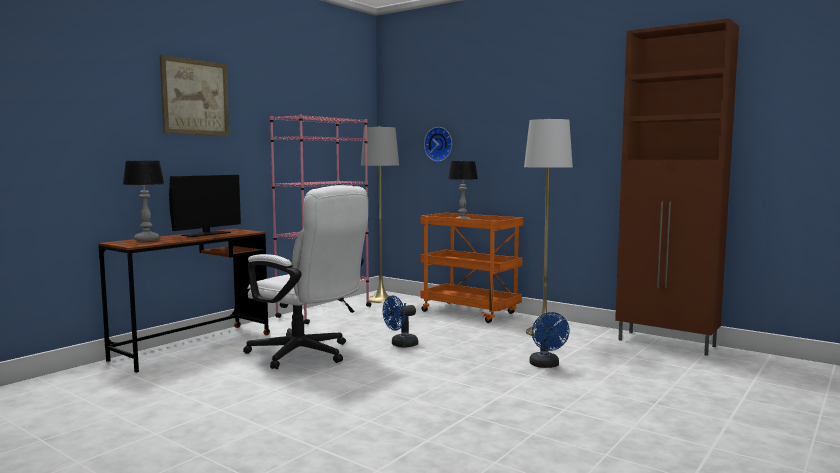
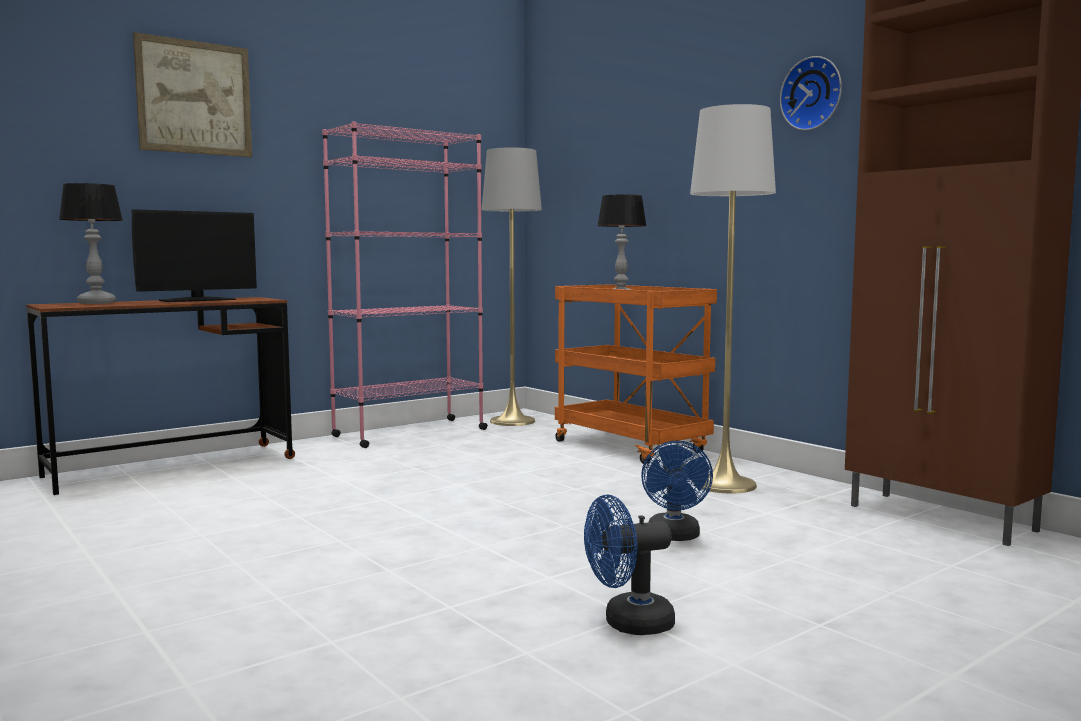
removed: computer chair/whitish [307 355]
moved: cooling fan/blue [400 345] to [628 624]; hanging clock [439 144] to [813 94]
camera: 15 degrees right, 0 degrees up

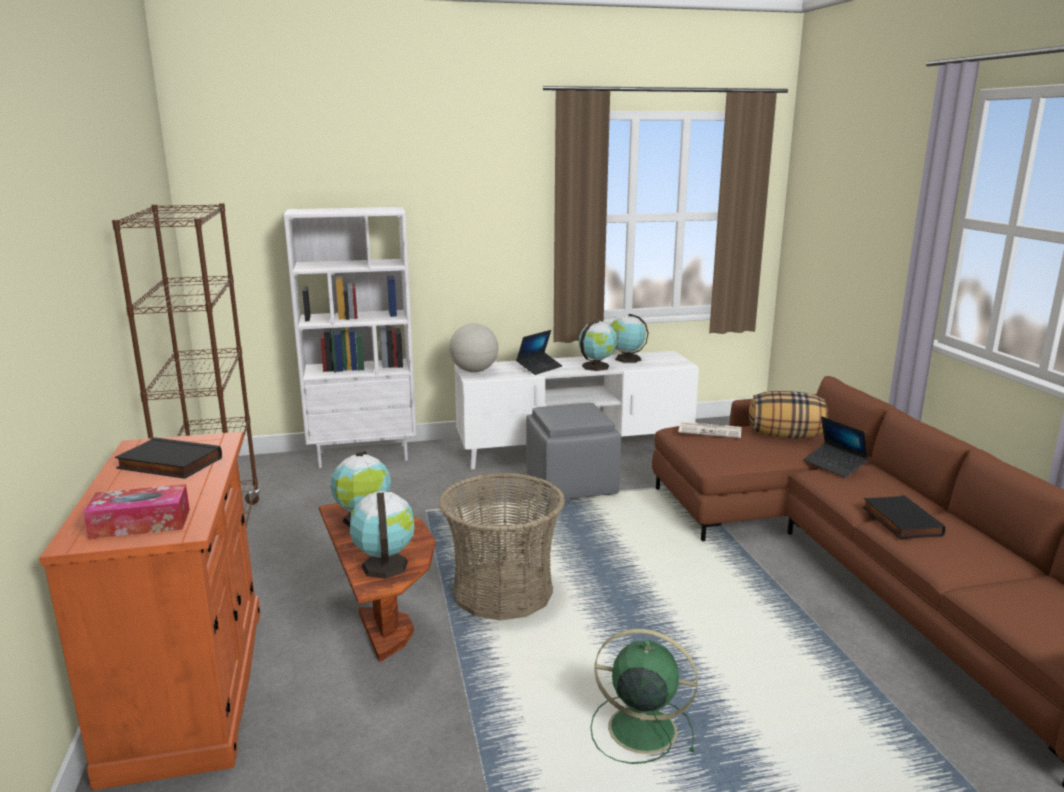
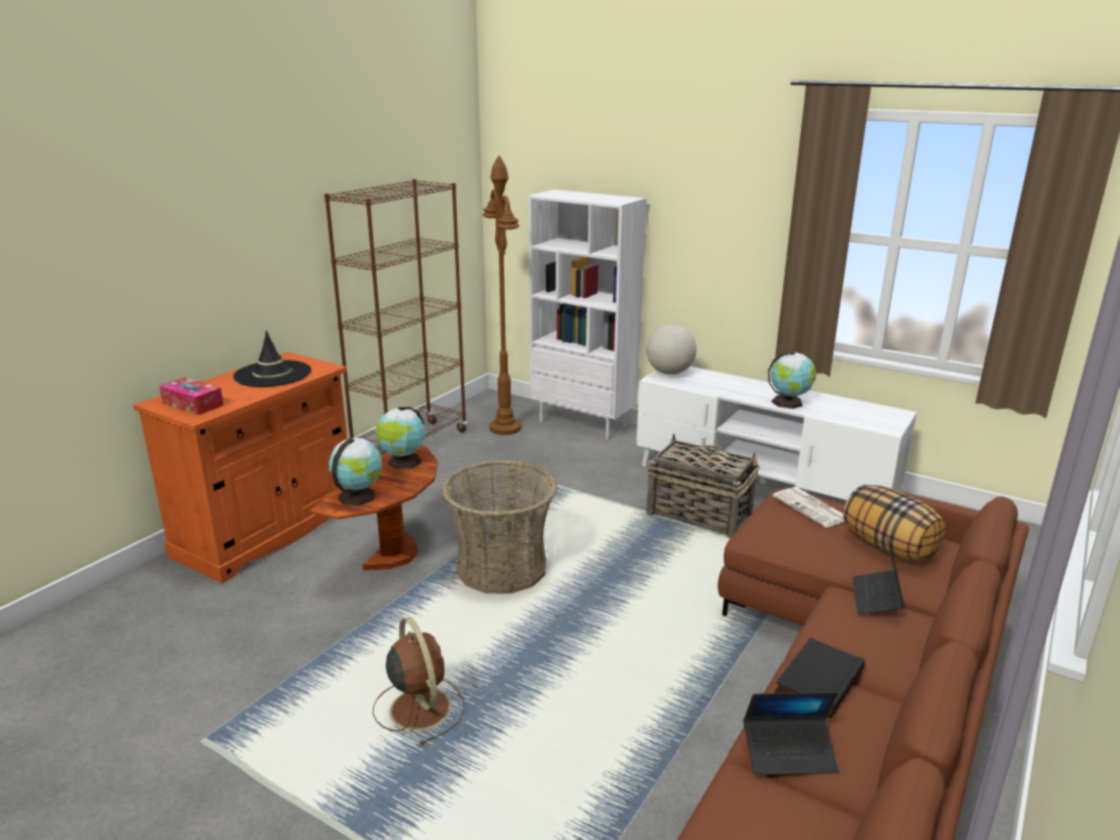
removed: world globe [626 359]
added: standard lamp/brown-coloured [505 428]
moved: laptop [539 368] to [789 753]
replaced: volume/black-coloured [168 464] to clothing hat/black-coloured [272 374]; footrest/gray [570 485] to storage basket [698 513]
recoloured: cooling fan/green-coloured [639 728] to cooling fan/brown-coloured [419 707]
camera: 45 degrees right, 5 degrees up

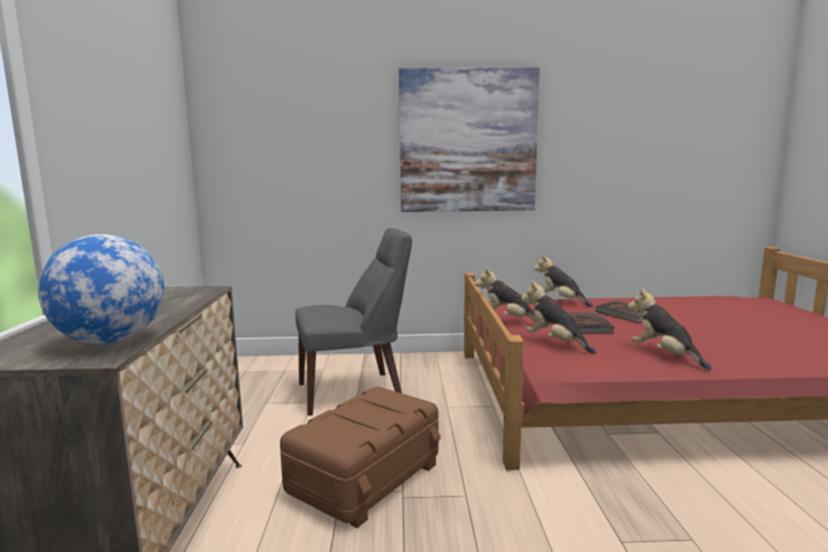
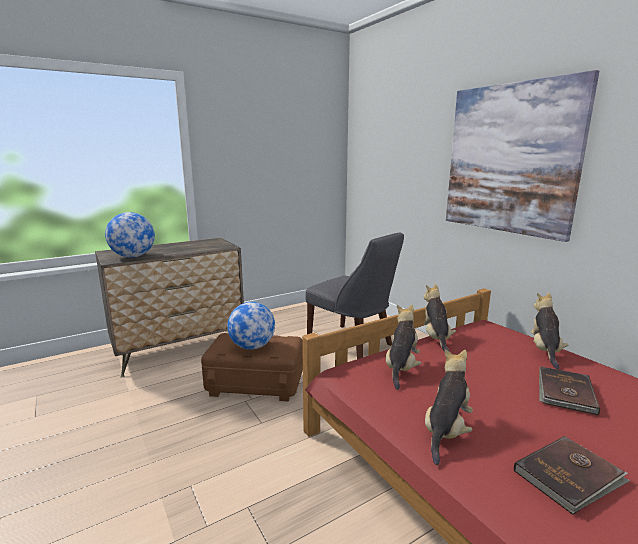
added: world globe [252 347]
moved: volume/brown-coloured [586 325] to [569 476]
camera: 60 degrees right, 5 degrees up

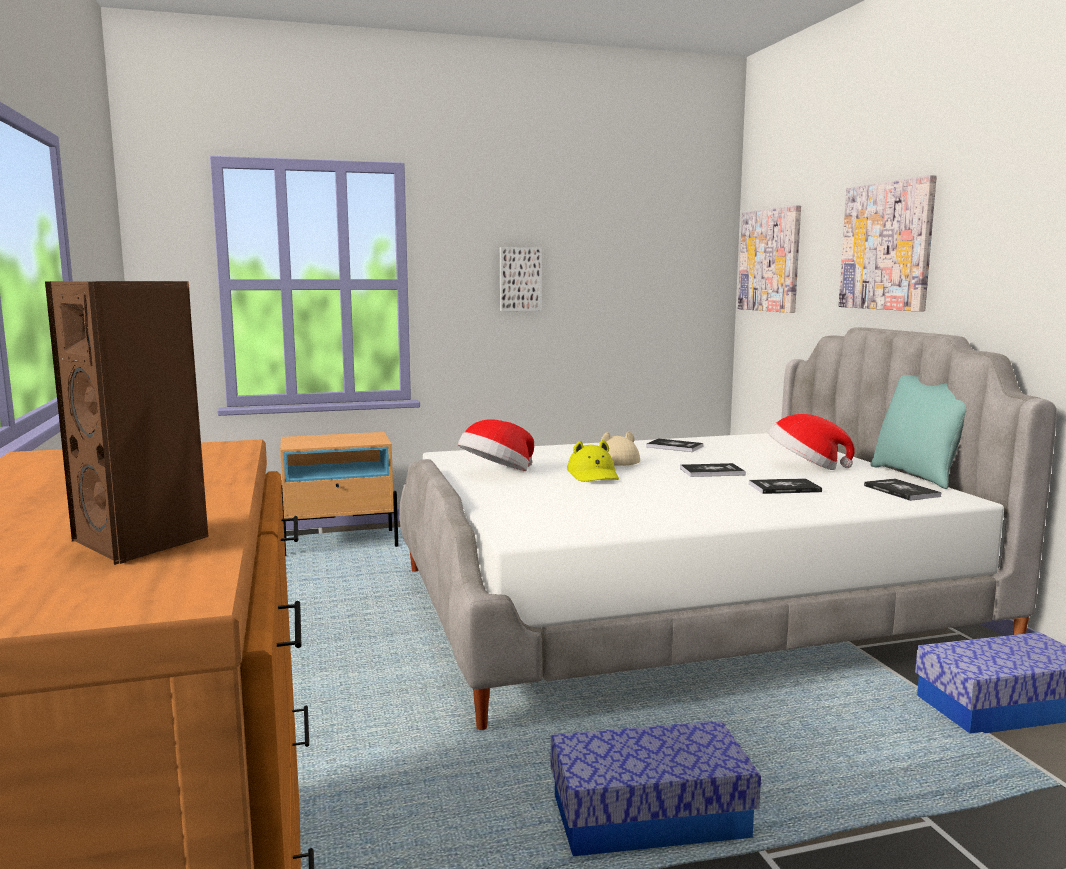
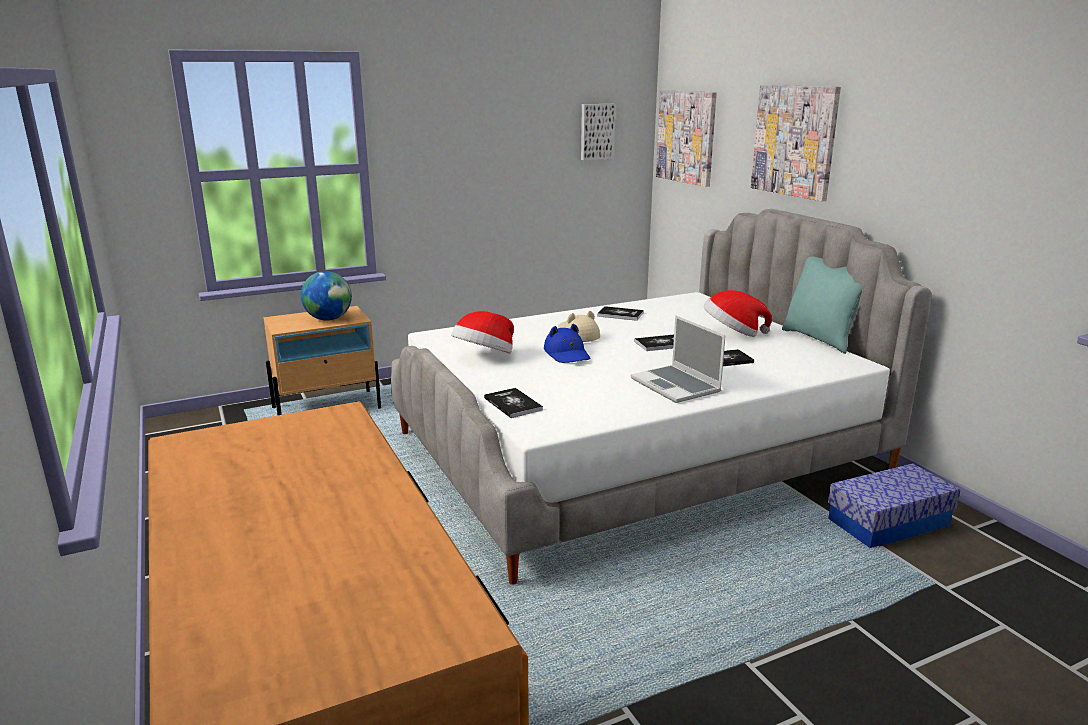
removed: speaker/brown-coloured [143 541]; storage box [649 818]
added: world globe [328 319]; laptop [677 386]
moved: wall art [519 279] to [596 131]; volume [901 491] to [513 404]
recoloured: clothing hat/yellow-coloured [594 475] to clothing hat/blue [567 354]
camera: 10 degrees left, 10 degrees up

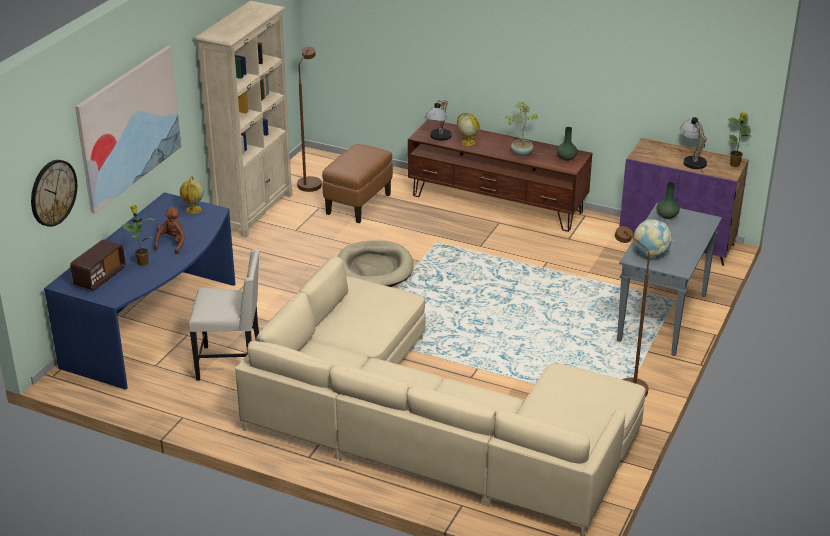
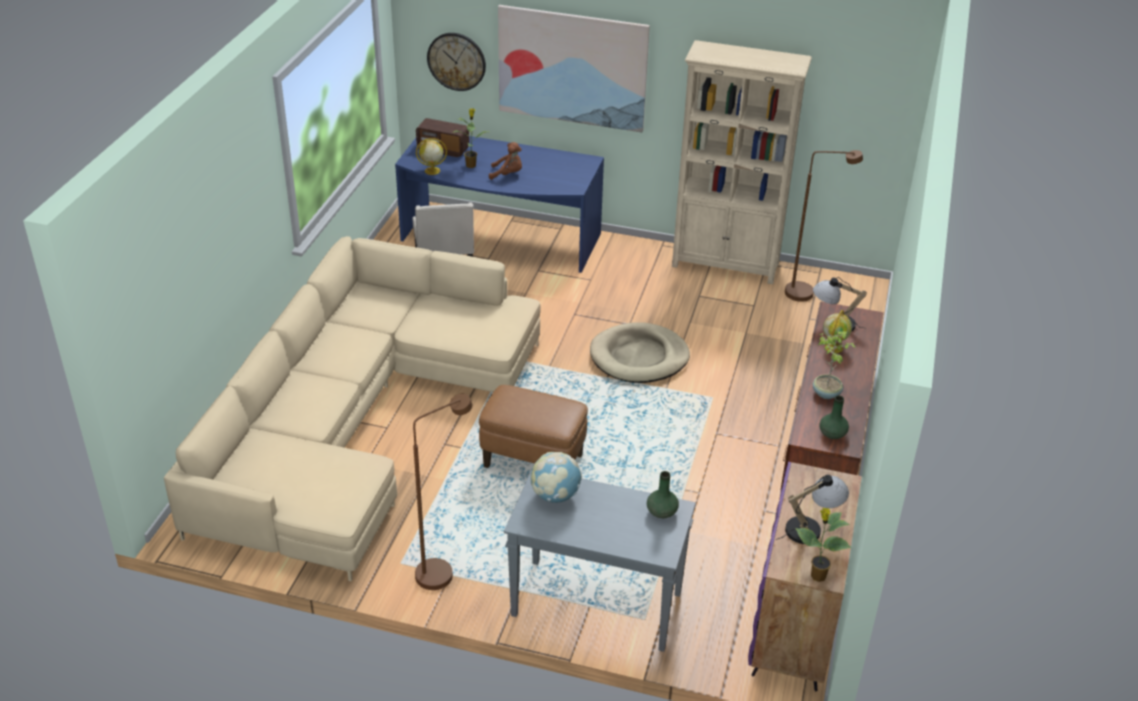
moved: world globe [193 210] to [432 171]; footrest/brown-coloured [358 205] to [532 461]
camera: 80 degrees right, 5 degrees up

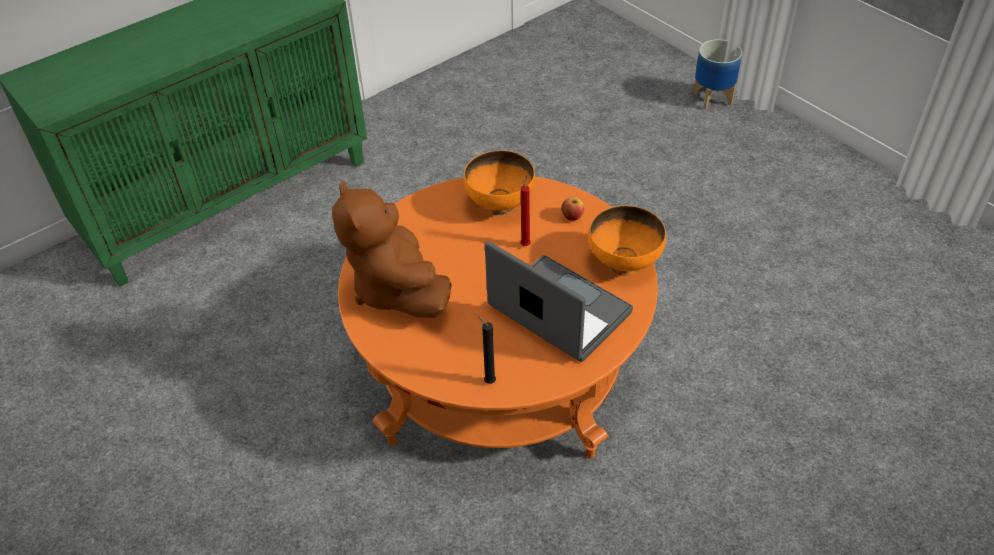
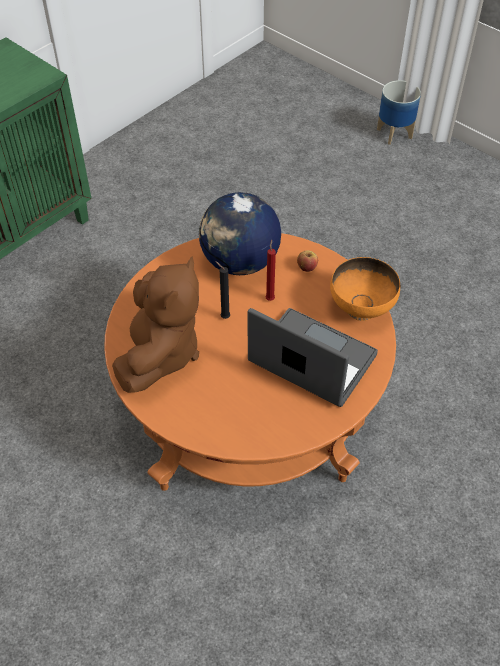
moved: candle/black-coloured [488 381] to [224 317]
replaced: bowl/orange [500 205] to world globe [240 262]
turned: soft toy/brown-coloured [396 289] = [160 353] 135 degrees counterclockwise
camera: 10 degrees left, 5 degrees up

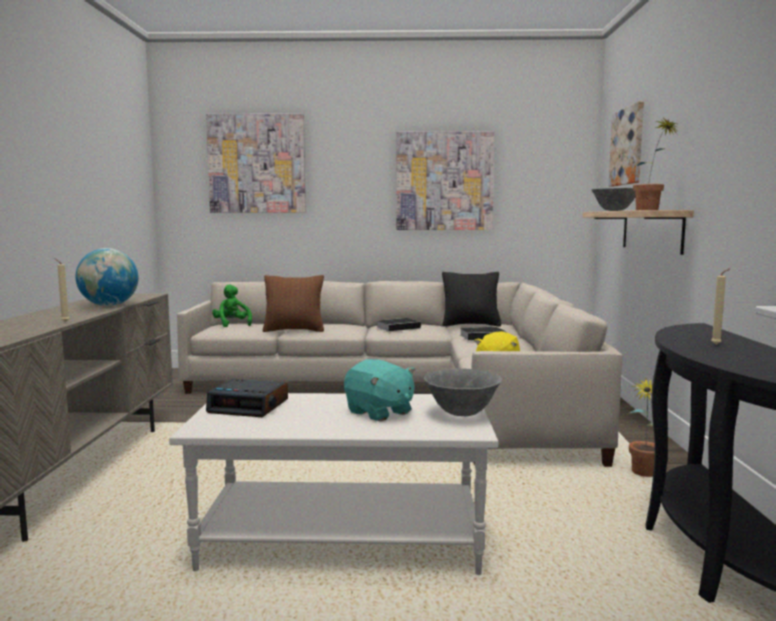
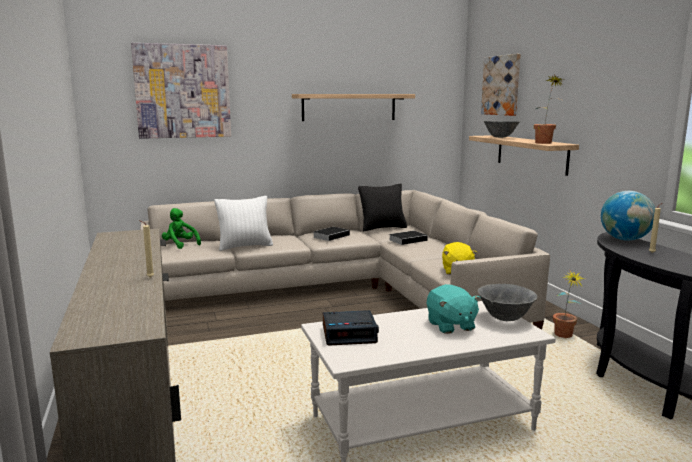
moved: world globe [109 305] to [625 239]
replaced: wall art [444 181] to bracket shelf [349 107]
recoloured: cushion/brown-coloured [294 330] to cushion/whitish [245 246]
turned: soft toy/blue-green [379 412] = [450 326] 45 degrees clockwise
camera: 20 degrees left, 5 degrees up

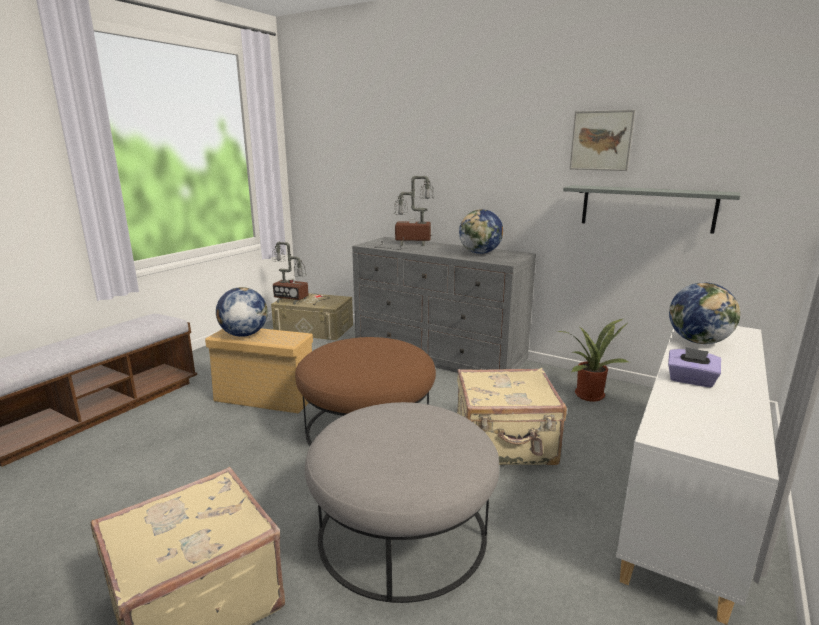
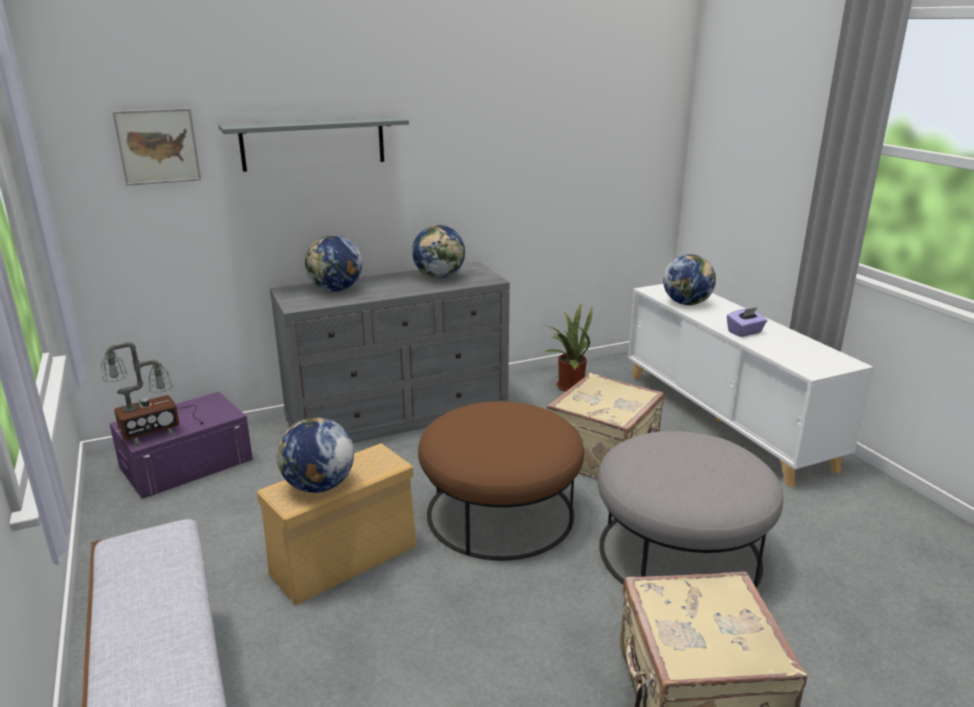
moved: bracket shelf/gray [647 208] to [313 143]; wall art [601 140] to [158 146]
replaced: lamp for a table [407 244] to world globe [335 290]
recoloured: storage box/beige [314 329] to storage box/purple [186 463]
camera: 55 degrees left, 5 degrees up

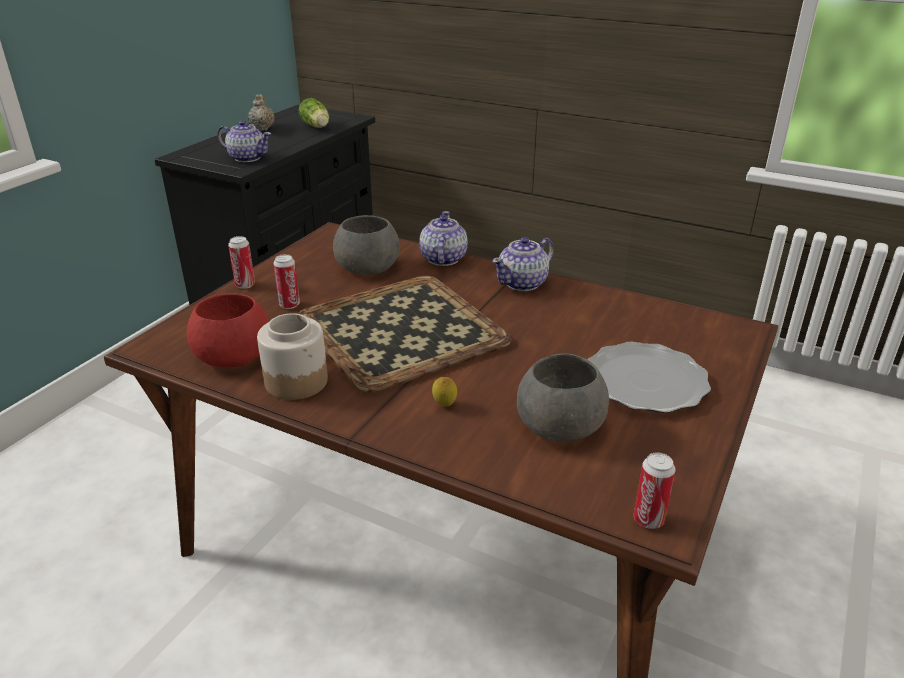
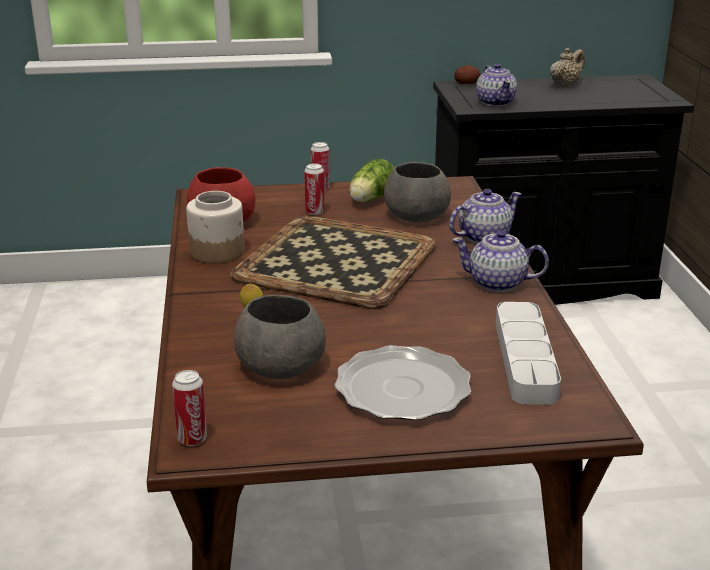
added: spud [466 83]; tray/gray [525 359]
moved: lettuce [316 127] to [370 199]
camera: 55 degrees right, 5 degrees down

